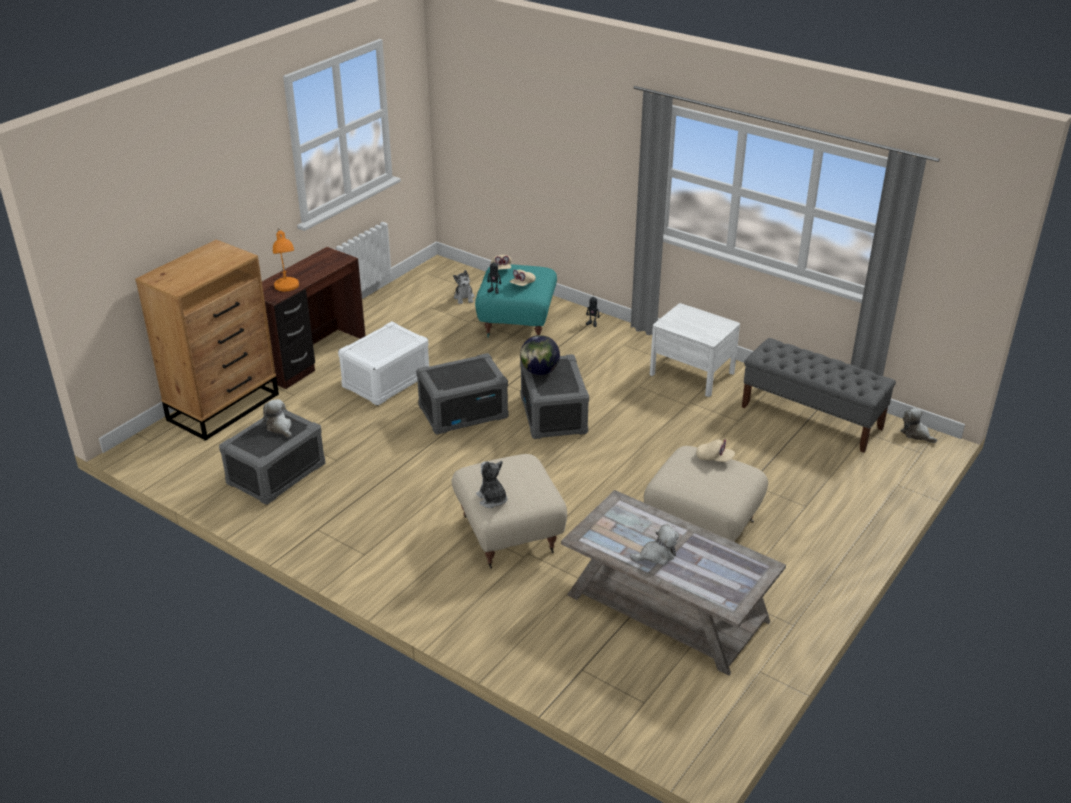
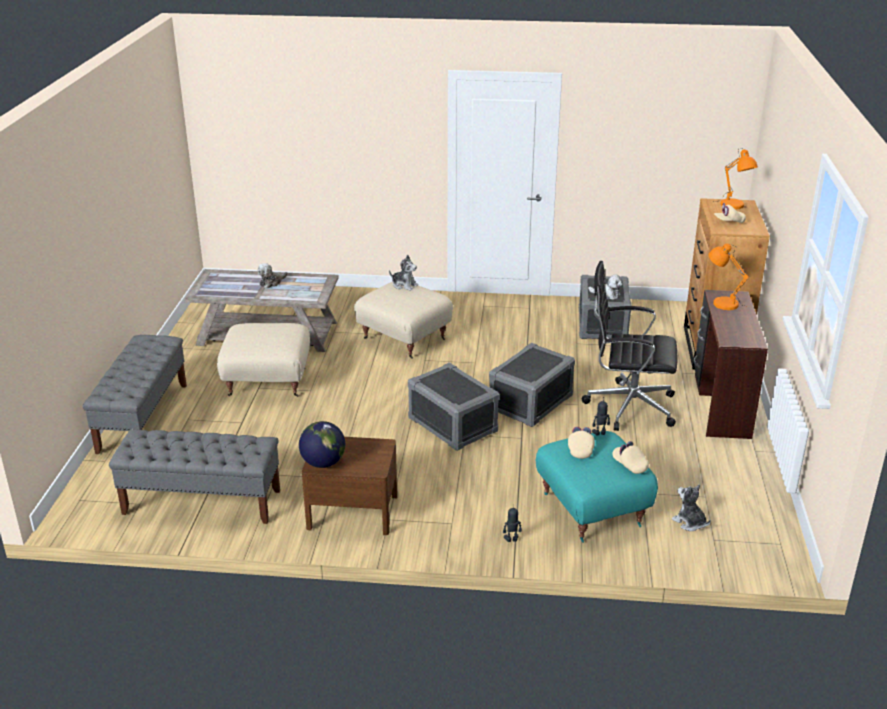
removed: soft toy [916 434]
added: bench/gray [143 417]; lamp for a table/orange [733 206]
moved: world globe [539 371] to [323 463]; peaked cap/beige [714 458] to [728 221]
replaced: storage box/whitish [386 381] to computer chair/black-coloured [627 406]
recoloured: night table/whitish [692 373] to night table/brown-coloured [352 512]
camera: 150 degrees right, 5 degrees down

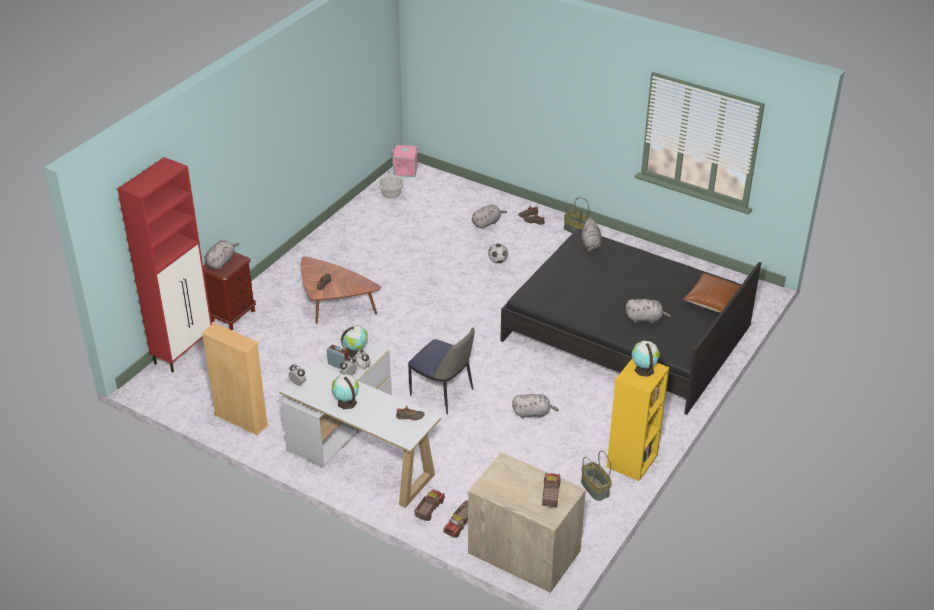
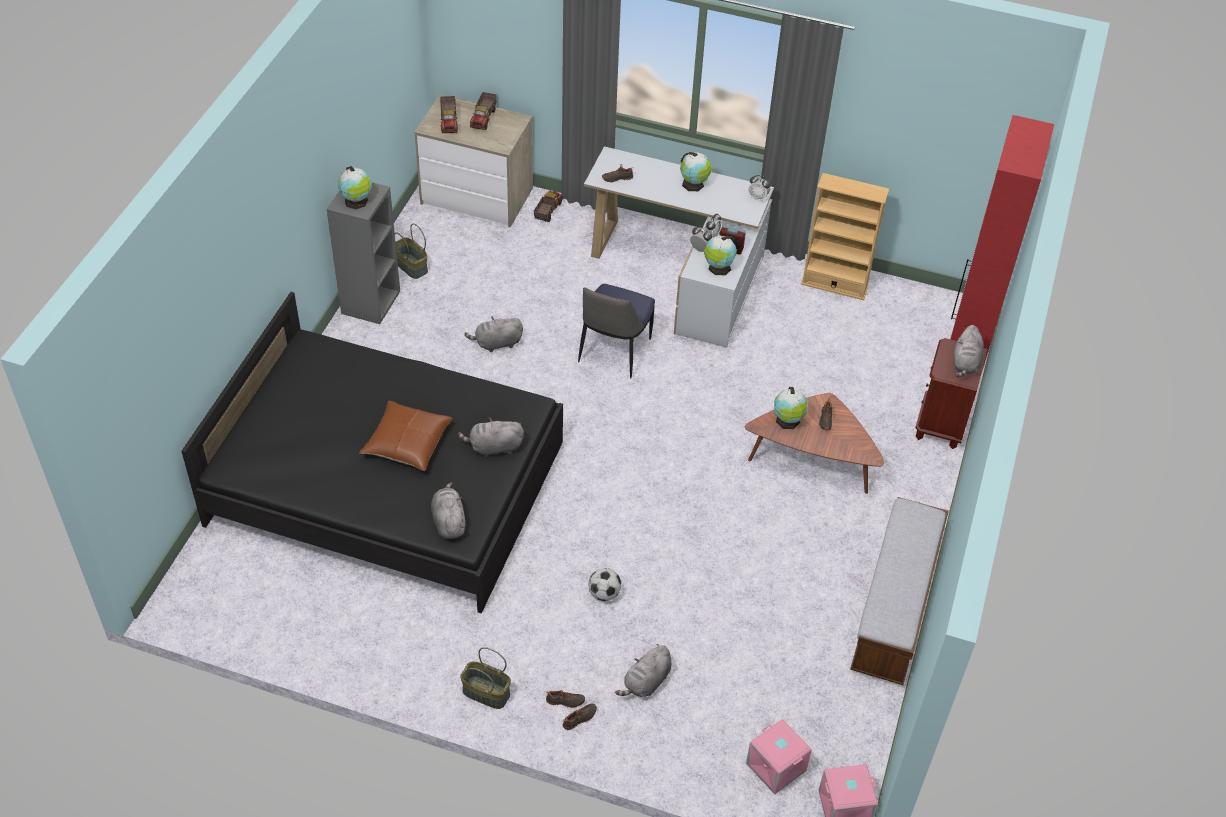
removed: storage basket [391 194]
added: storage box/pink [775 767]; world globe [788 421]; bench [893 609]
moved: toy truck [429 510] to [484 118]; soft toy/gray [645 318] to [494 447]; cushion/brown-coloured [714 300] to [407 443]
recoloured: bookcase/yellow-coloured [632 461] to bookcase/gray [370 302]
turned: upright chair [443 394] = [614 352] 90 degrees counterclockwise
camera: 165 degrees right, 10 degrees up

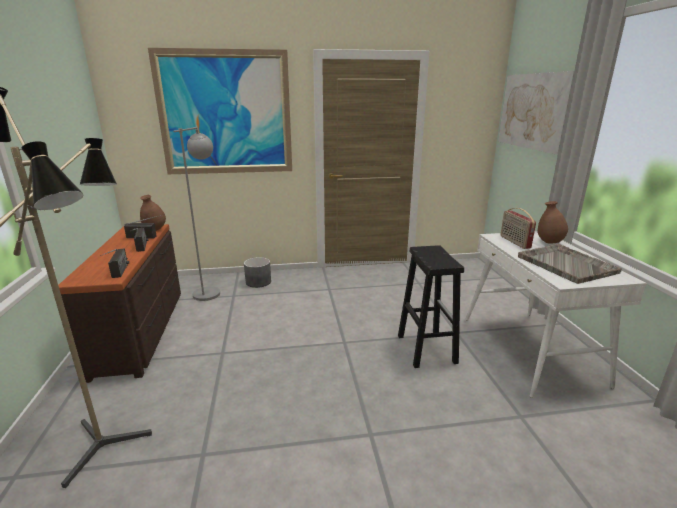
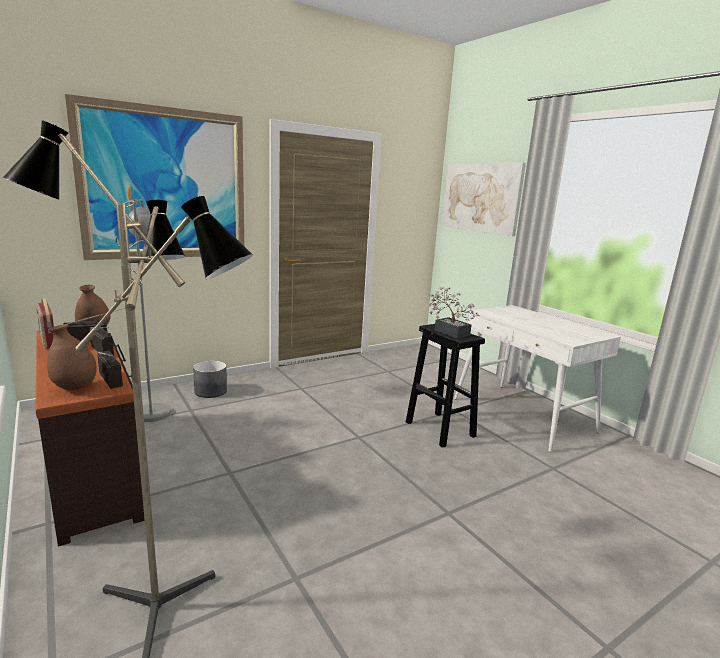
removed: tray/gray [565 264]
added: houseplant [449 331]
moved: radio receiver [514 242] to [48 341]; decorative vase/brown-coloured [549 242] to [75 388]
camera: 25 degrees left, 5 degrees down

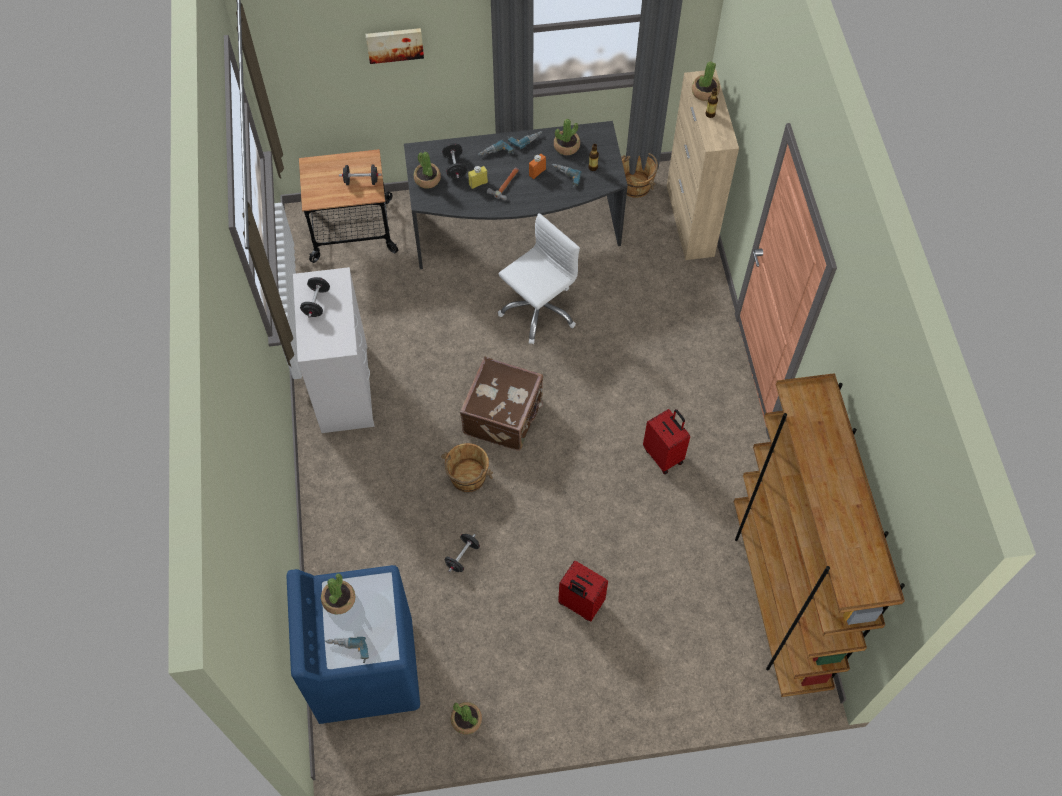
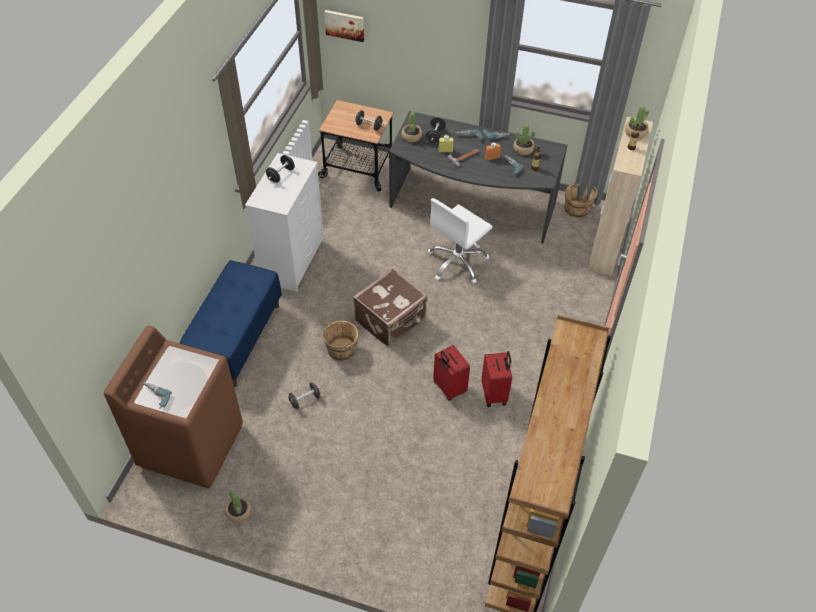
removed: houseplant [339 599]
added: bench/blue [236 338]
moved: wall art [394 44] to [345 25]; travel case/red-coloured [580 604] to [448 388]
recoloured: laundry appliance/blue [366 669] to laundry appliance/brown-coloured [192 445]
turned: computer chair/whitish [538 310] = [457 262] 150 degrees clockwise
camera: 25 degrees right, 10 degrees down

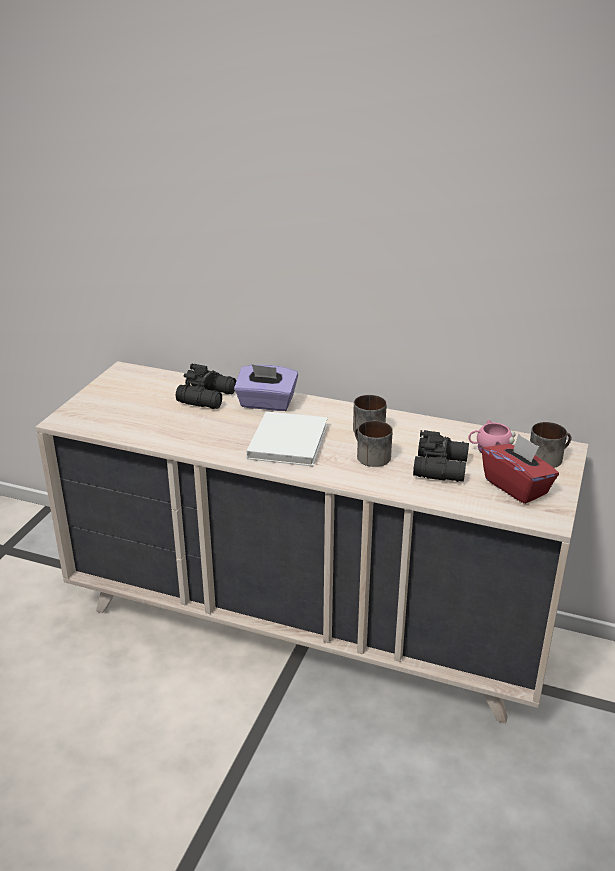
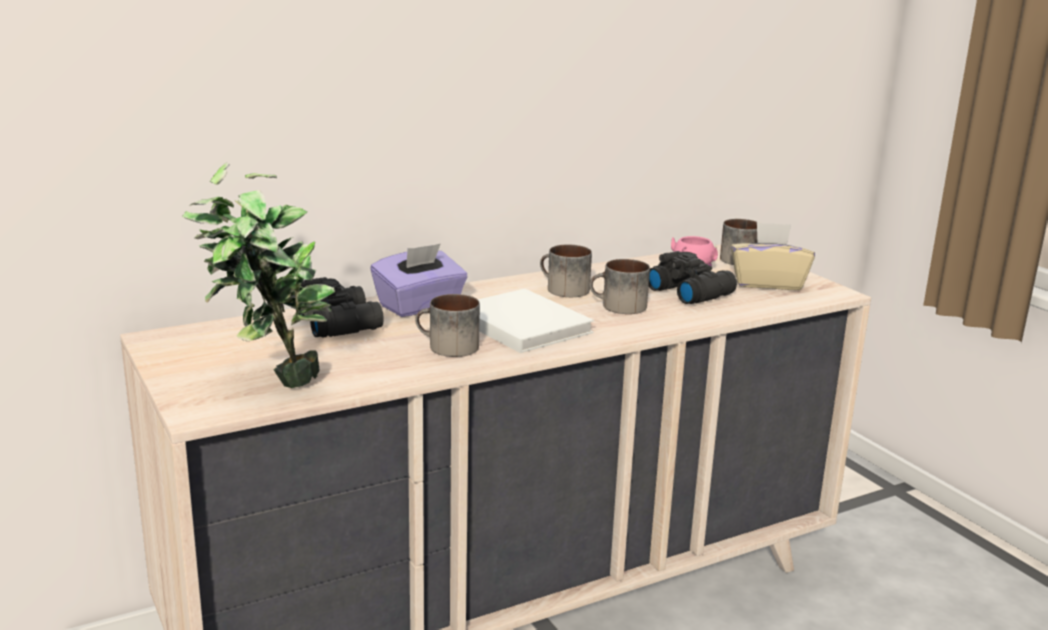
added: houseplant [270 384]; coffee mug [447 347]
recoloured: tissue box/red-coloured [516 487] to tissue box/beige [767 283]
camera: 50 degrees left, 10 degrees down

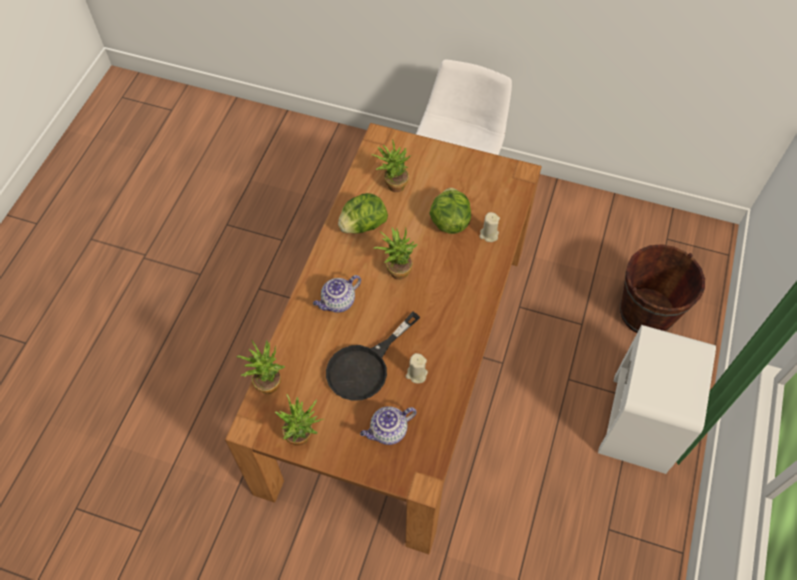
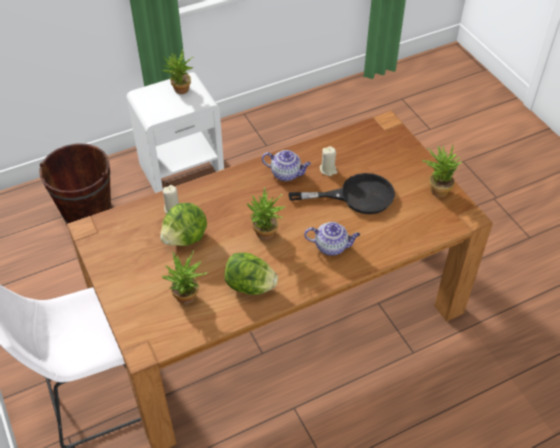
moved: houseplant [267 381] to [180 91]; pot for tea [388 431] to [286 174]
camera: 135 degrees left, 10 degrees down

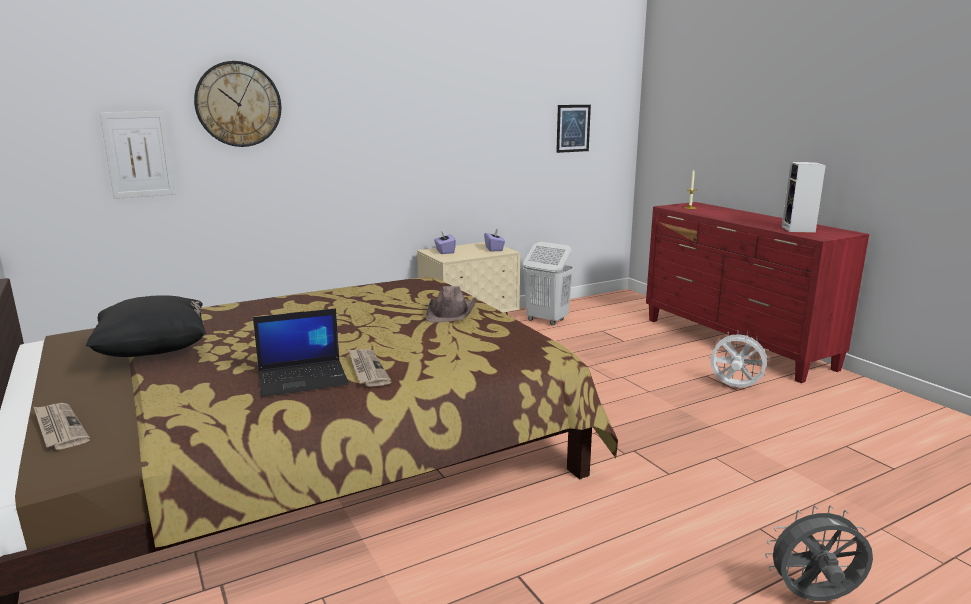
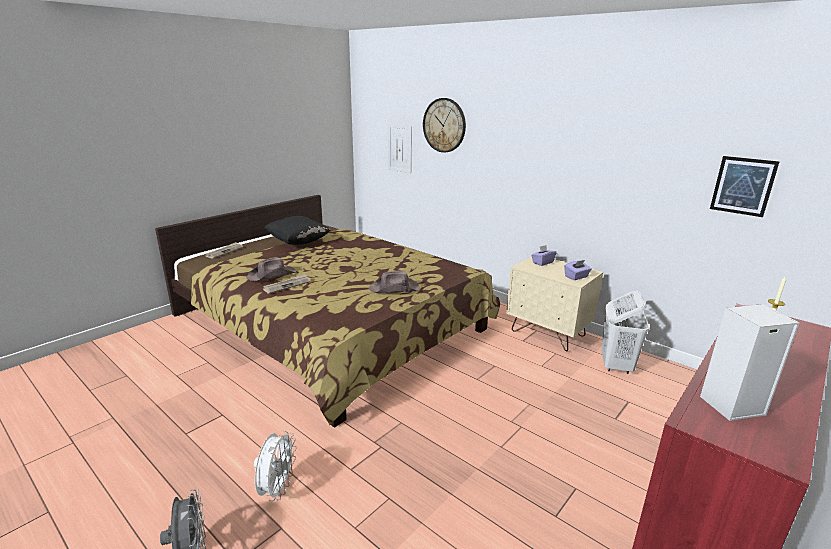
moved: cooling fan/whitish [734 387] to [277 489]
replaced: laptop [304 378] to clothing hat/brown-coloured [272 275]
camera: 70 degrees right, 5 degrees up

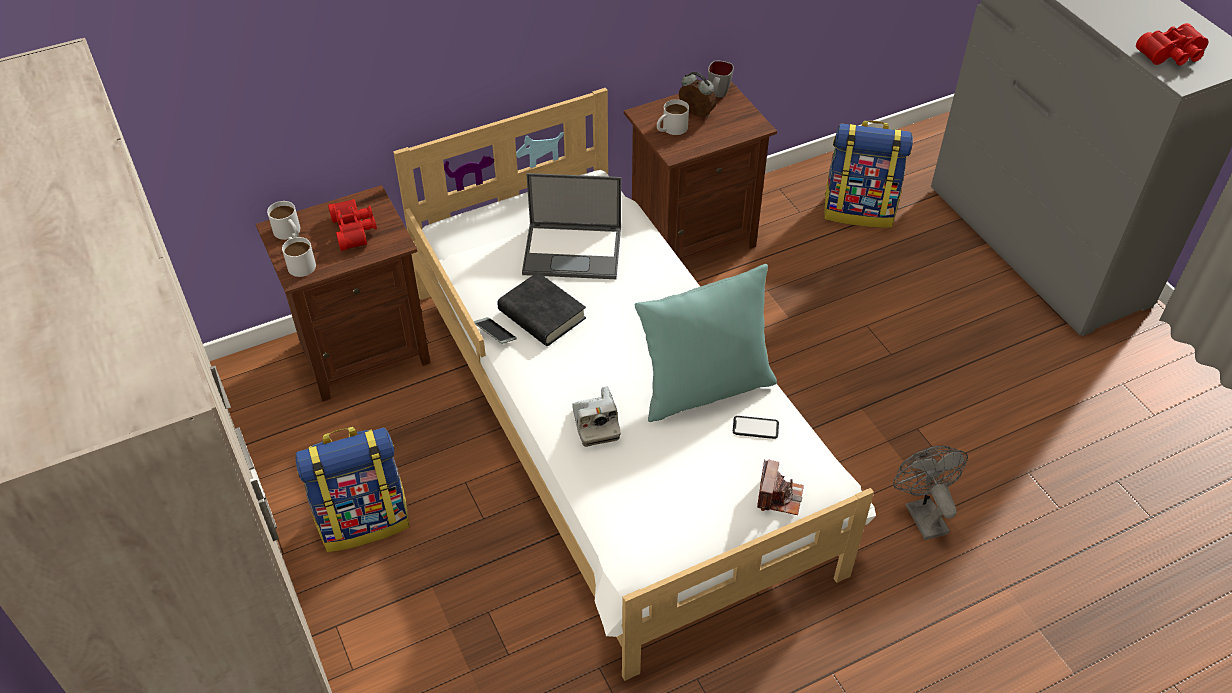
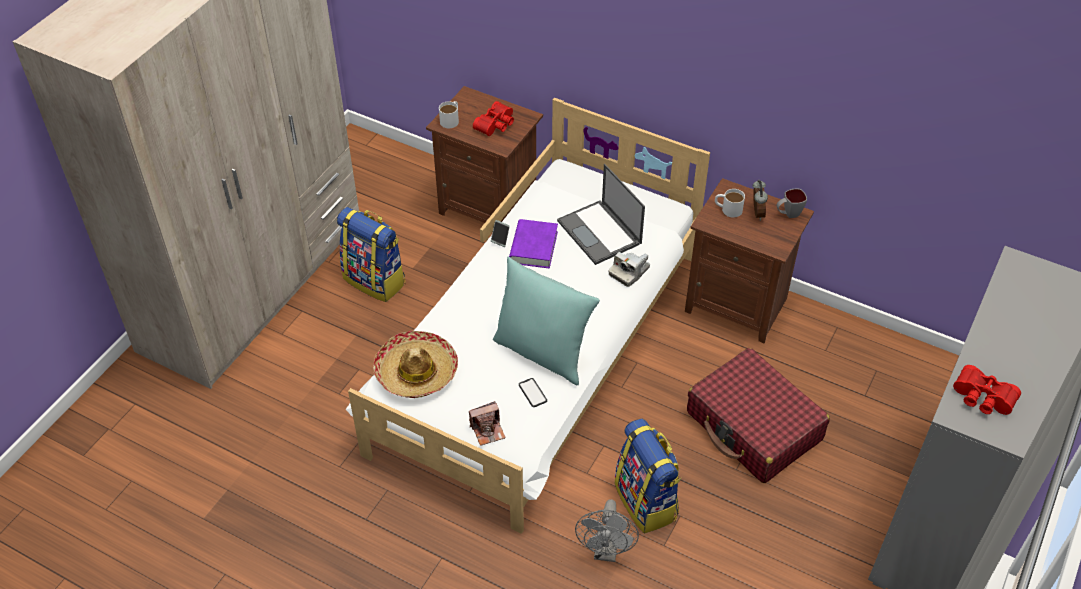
removed: coffee mug/whitish [289 233]
added: clothing hat [416 372]; travel case/red-coloured [754 426]
moved: photo camera [595 424] to [629 272]; backpack [859 210] to [647 501]
recoloured: volume/black-coloured [542 315] to volume/purple [533 247]
turned: cooling fan/gray [922 513] = [606 551] 150 degrees clockwise
camera: 55 degrees right, 0 degrees up

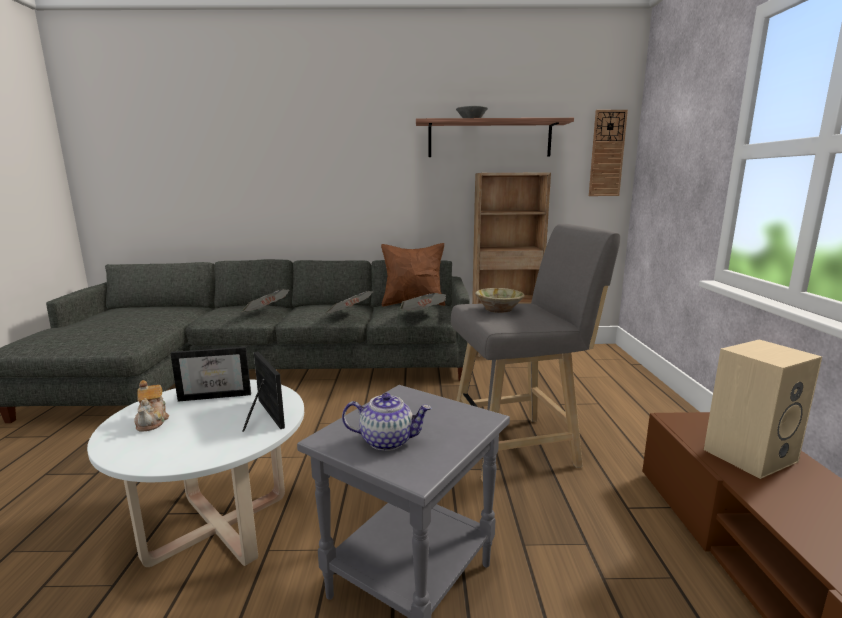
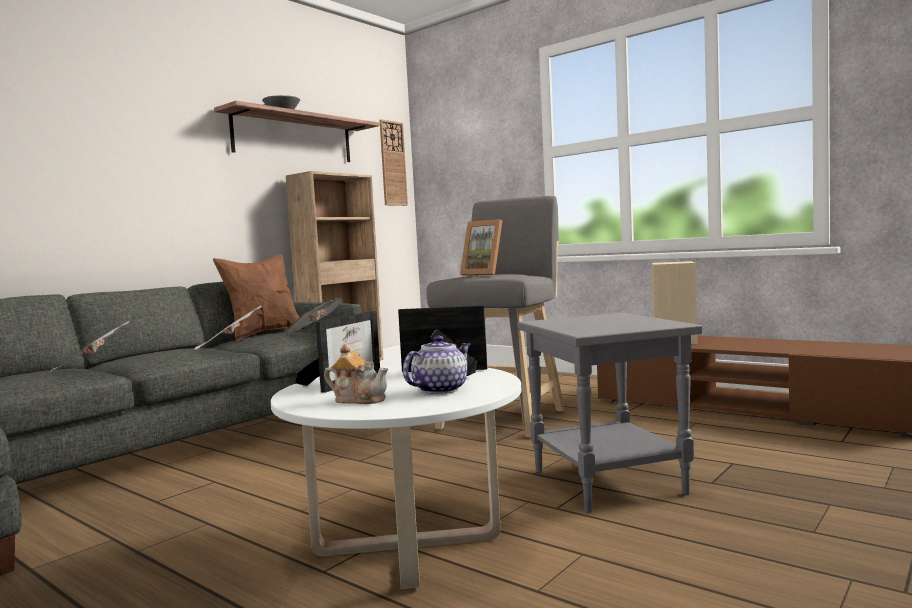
moved: pot for tea [387 441] to [440 390]
replaced: bowl/beige [499 309] to standing frame [485 274]
camera: 50 degrees left, 10 degrees down

